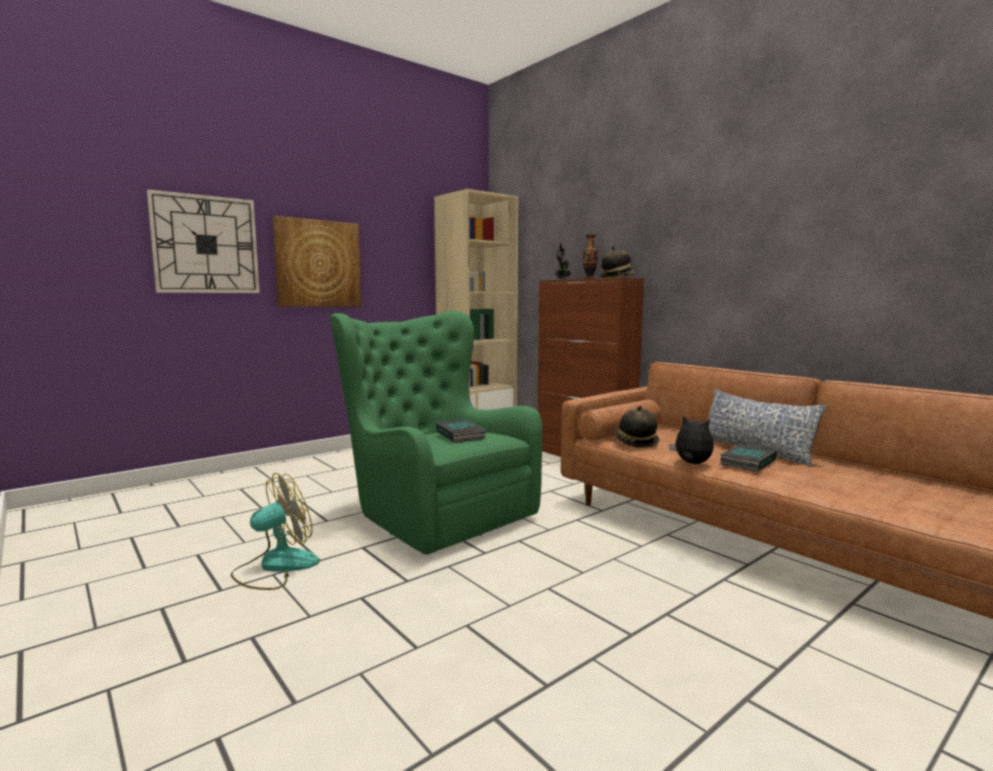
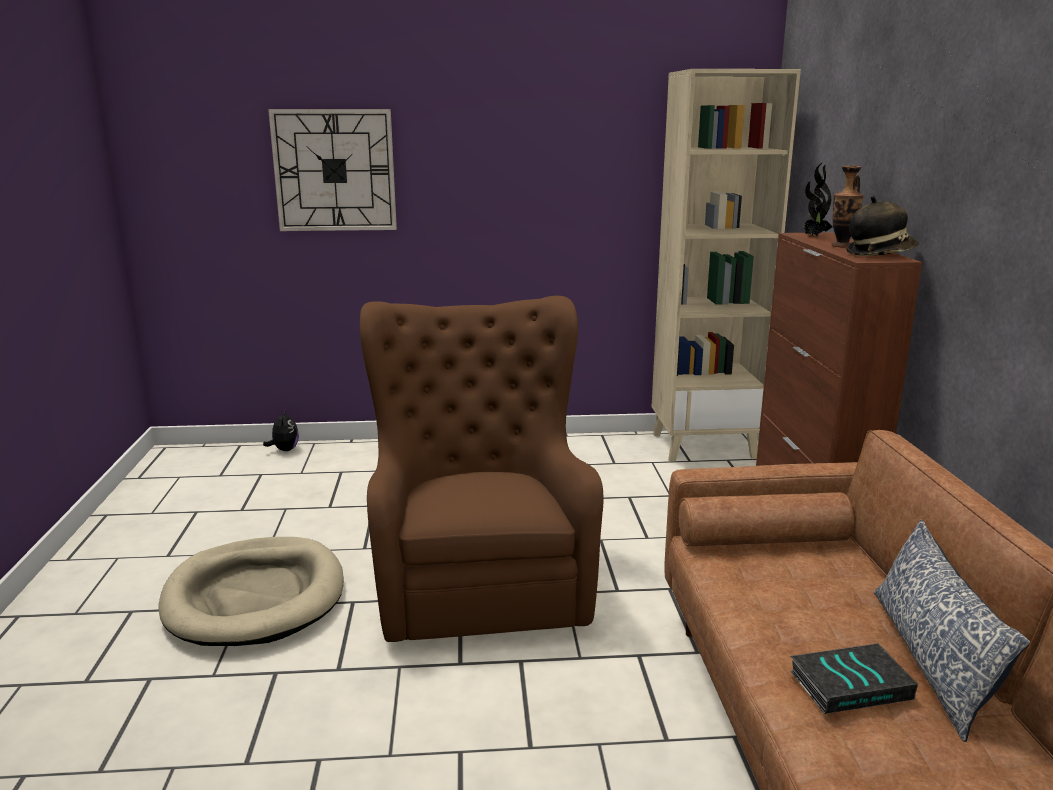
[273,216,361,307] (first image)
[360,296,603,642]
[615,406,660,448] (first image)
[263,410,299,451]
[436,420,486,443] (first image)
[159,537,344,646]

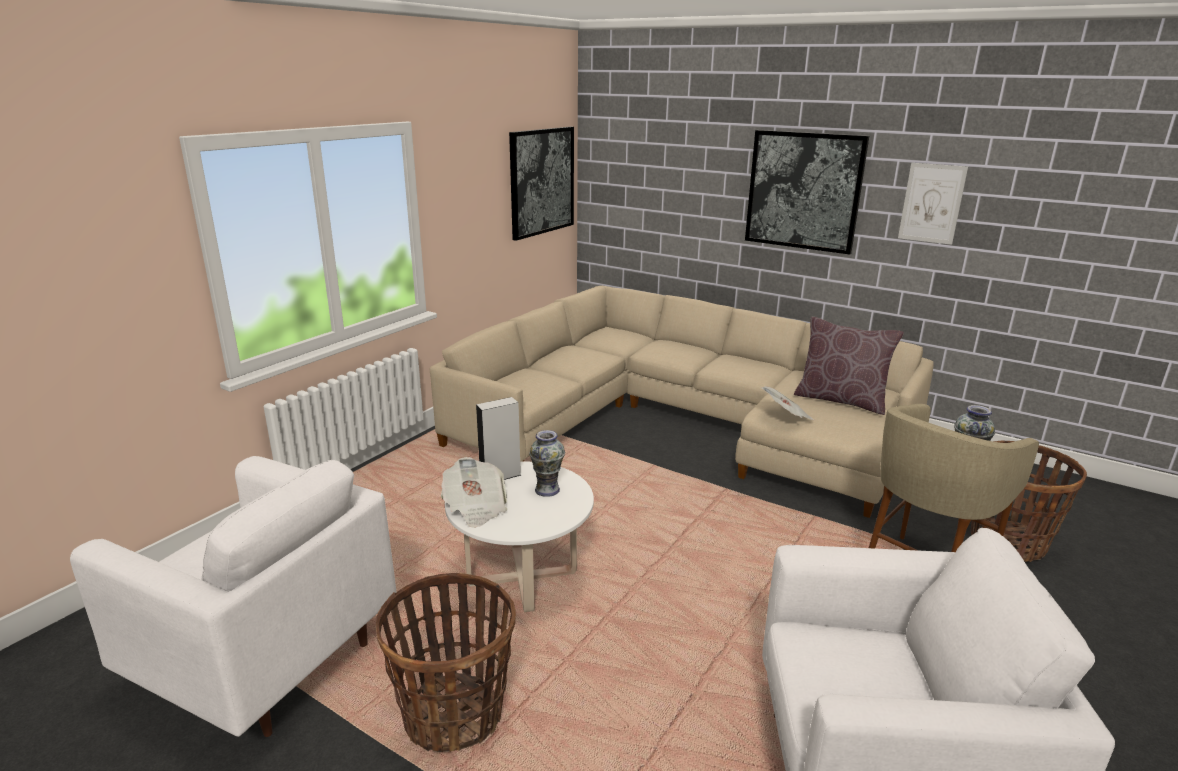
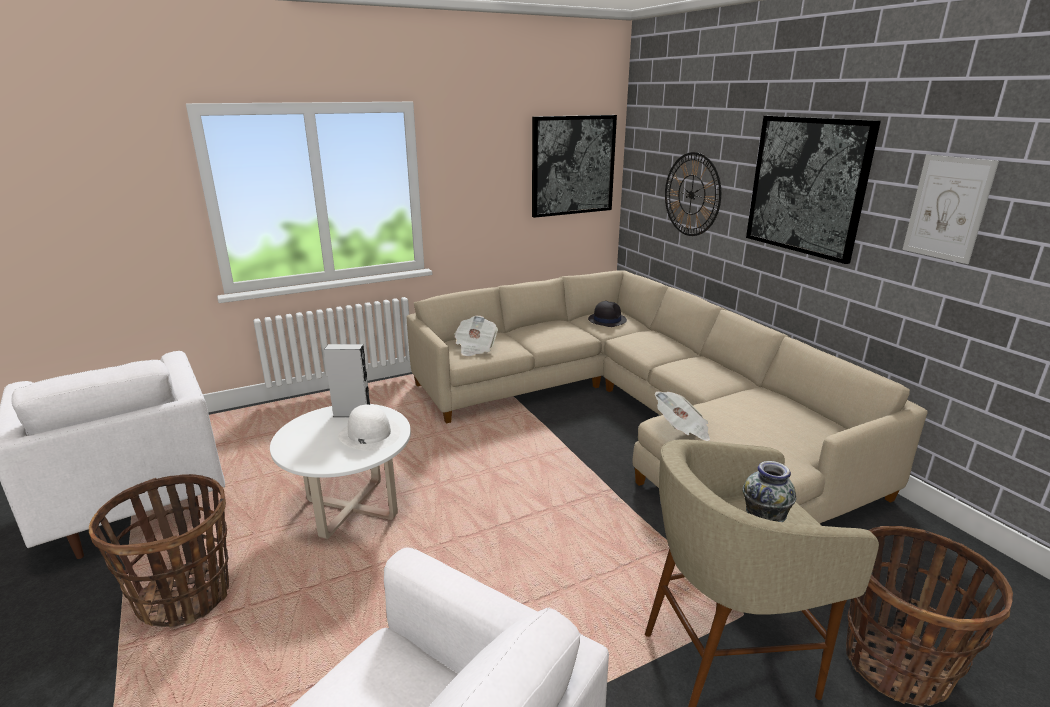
[794,317,904,415] (first image)
[338,405,400,451]
[454,316,498,356]
[665,152,721,236]
[588,301,627,327]

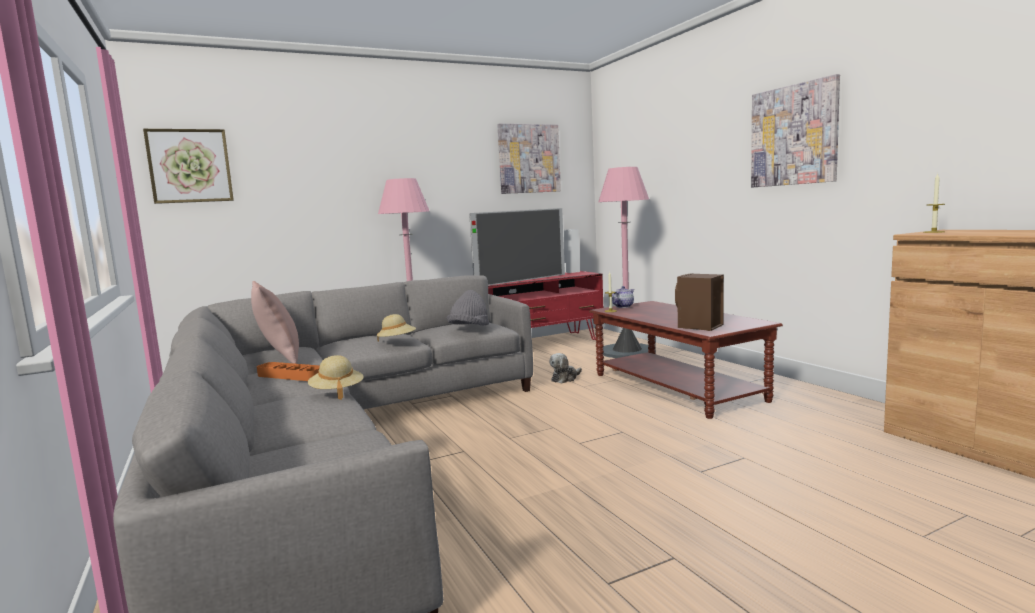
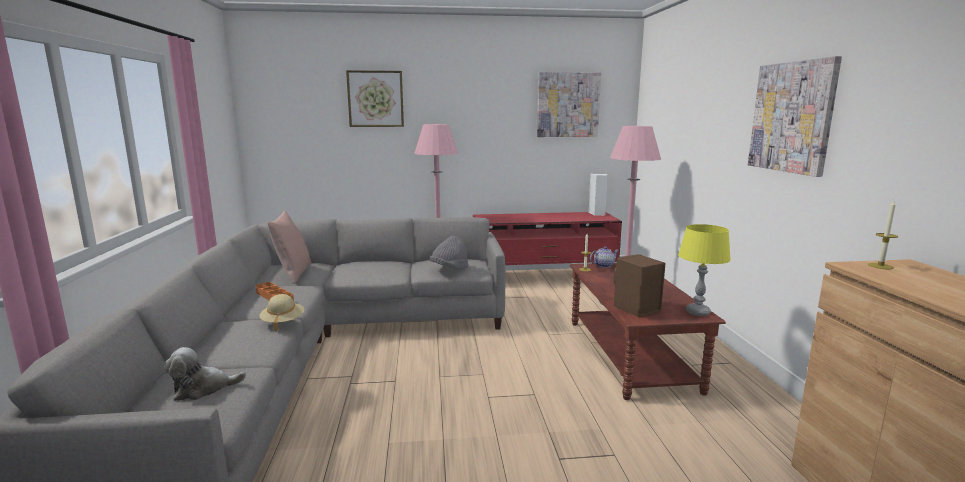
[346,70,404,127]
[469,208,565,286] (first image)
[377,314,416,342] (first image)
[164,347,246,401]
[678,224,731,316]

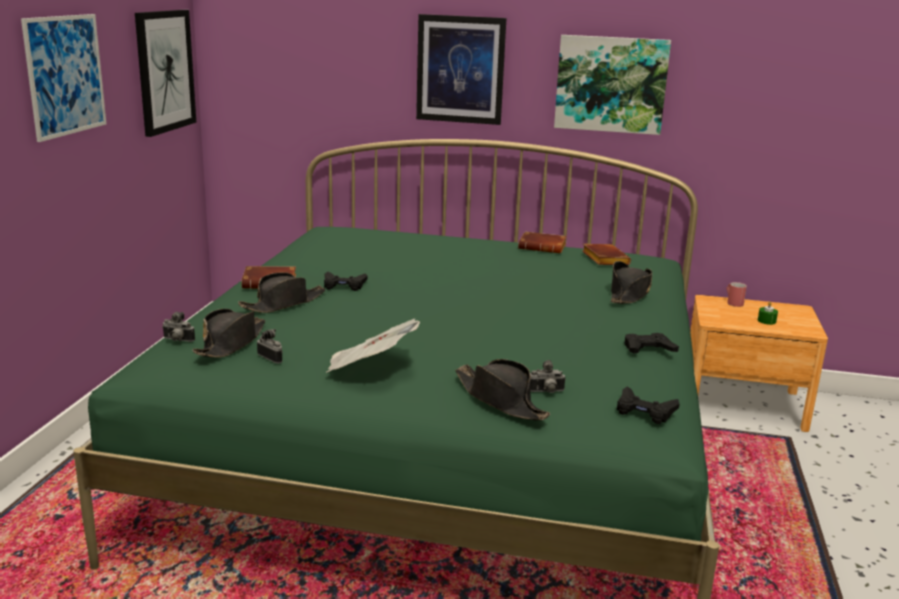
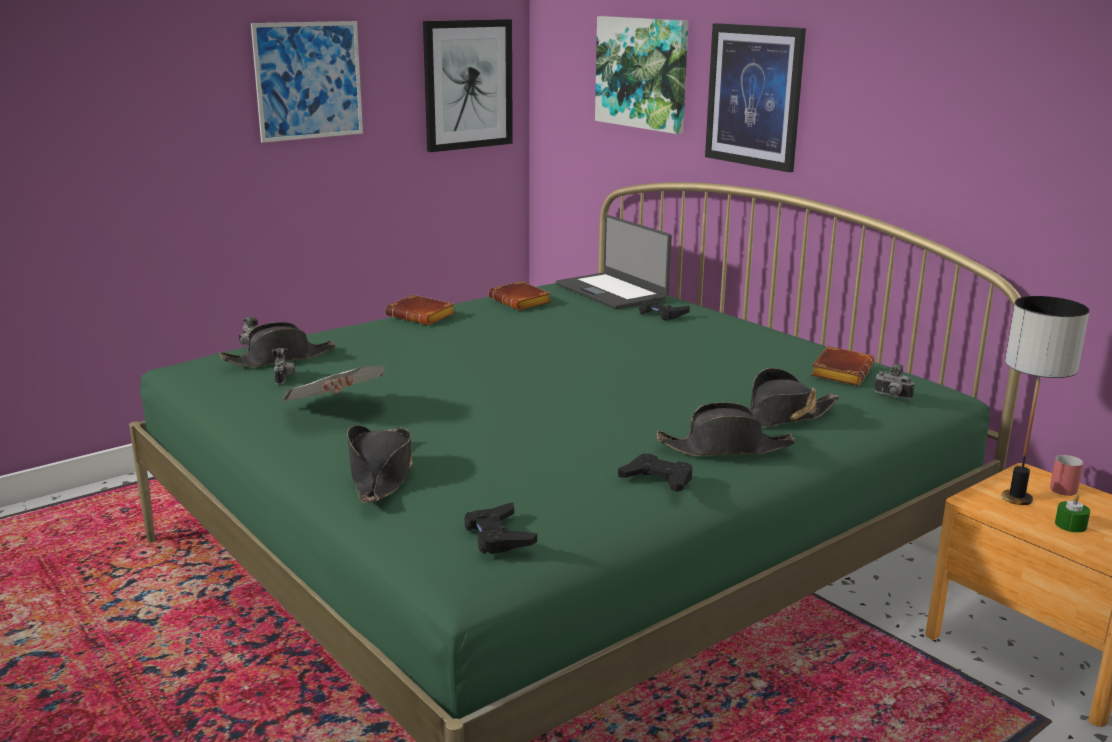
[595,16,689,134]
[489,281,551,310]
[639,297,690,321]
[656,402,796,456]
[875,364,914,399]
[556,215,672,309]
[1001,296,1090,505]

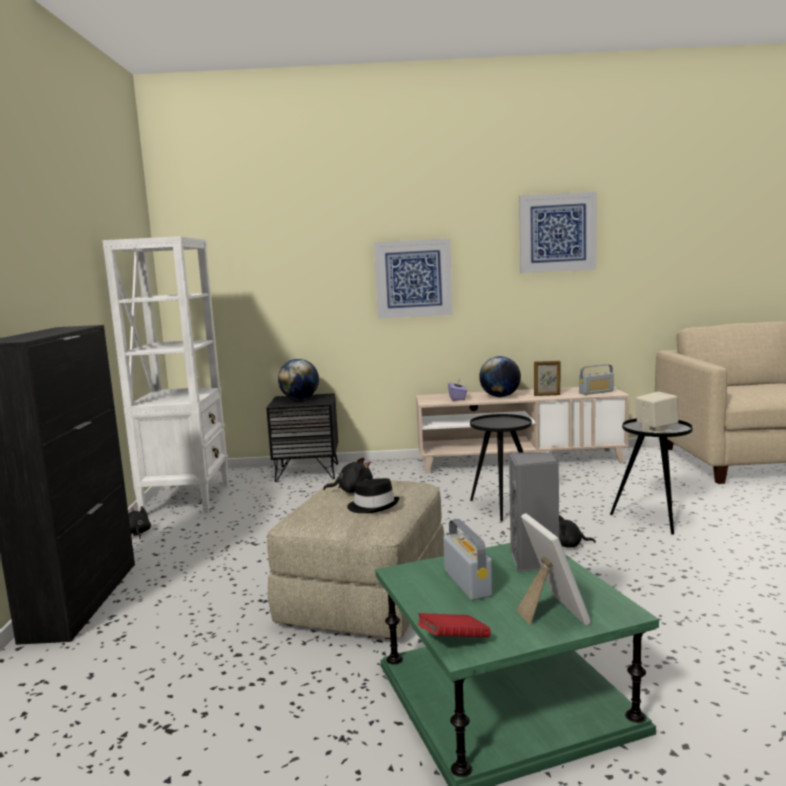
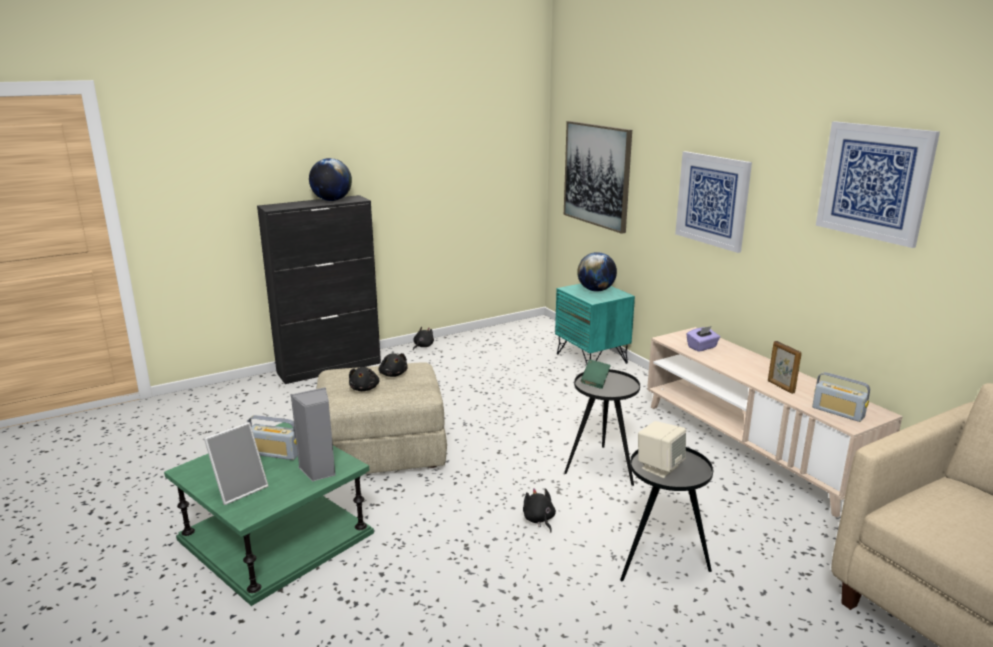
[102,236,229,514] (first image)
[309,158,352,201]
[555,284,635,365]
[349,367,379,391]
[247,415,298,460]
[417,613,491,638] (first image)
[564,121,632,234]
[581,359,611,389]

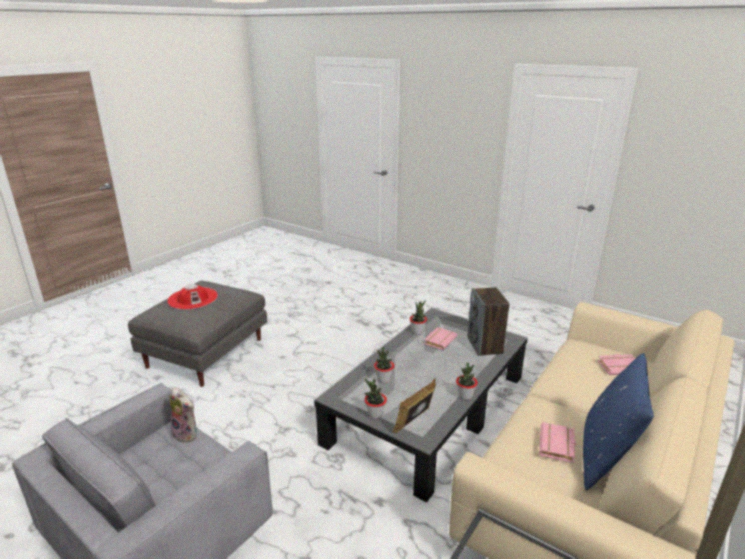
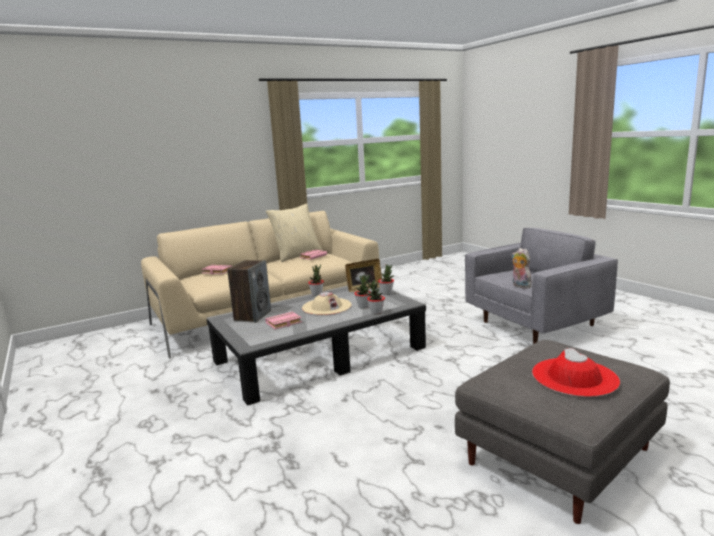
[367,280,385,314]
[266,204,323,262]
[302,292,352,315]

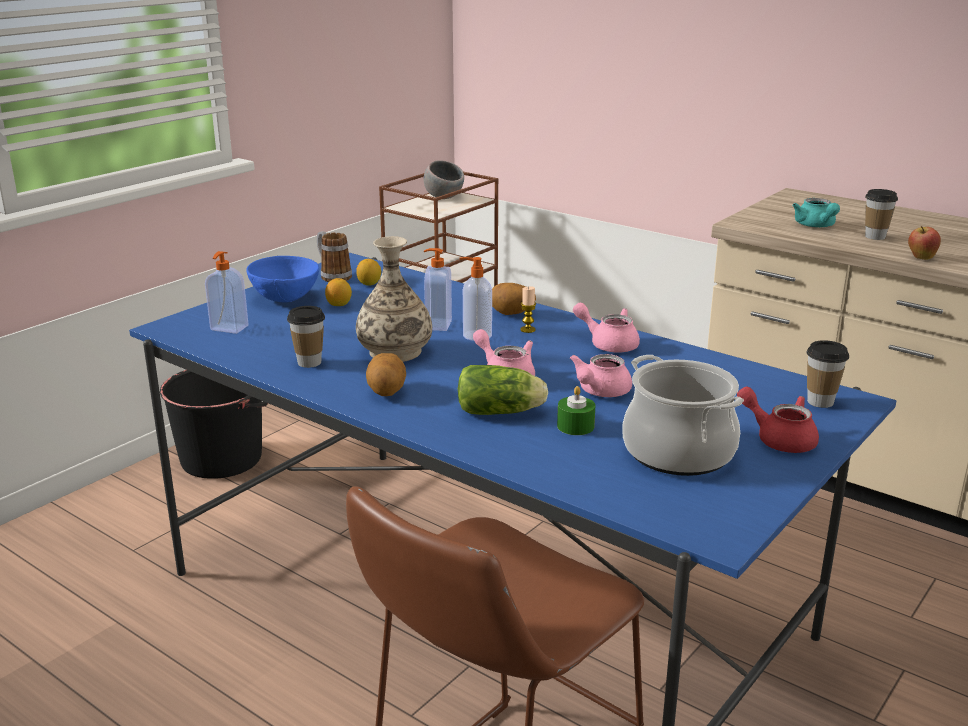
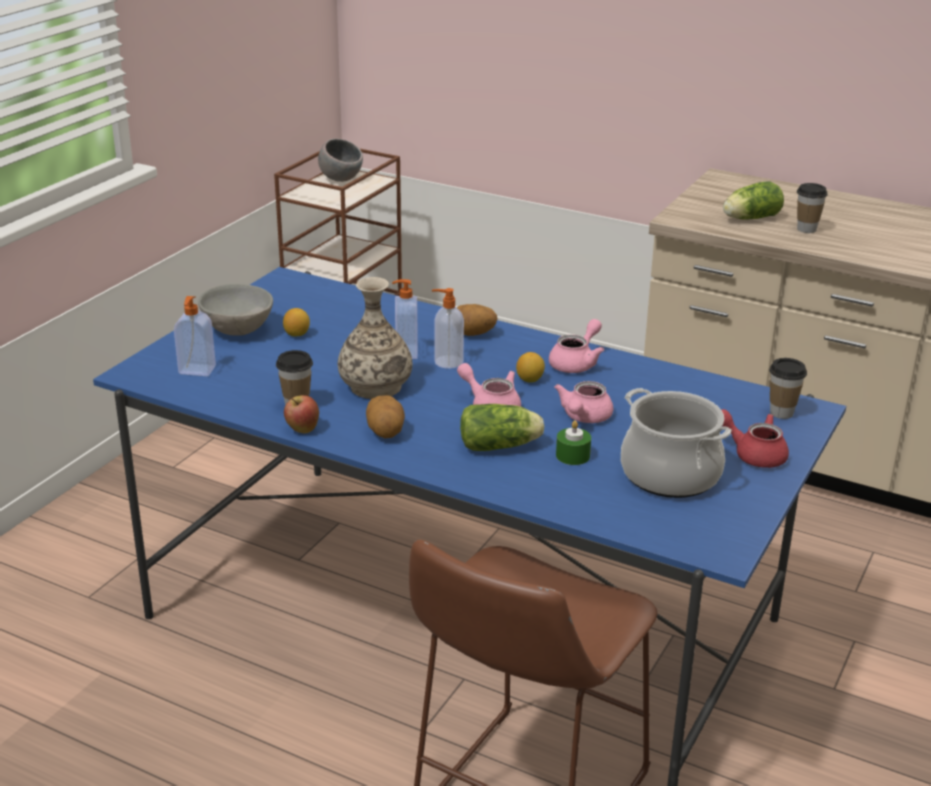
[723,181,784,220]
[284,395,319,433]
[317,231,352,282] (first image)
[198,284,273,336]
[516,352,545,383]
[520,286,536,333] (first image)
[549,319,604,373]
[160,370,268,479] (first image)

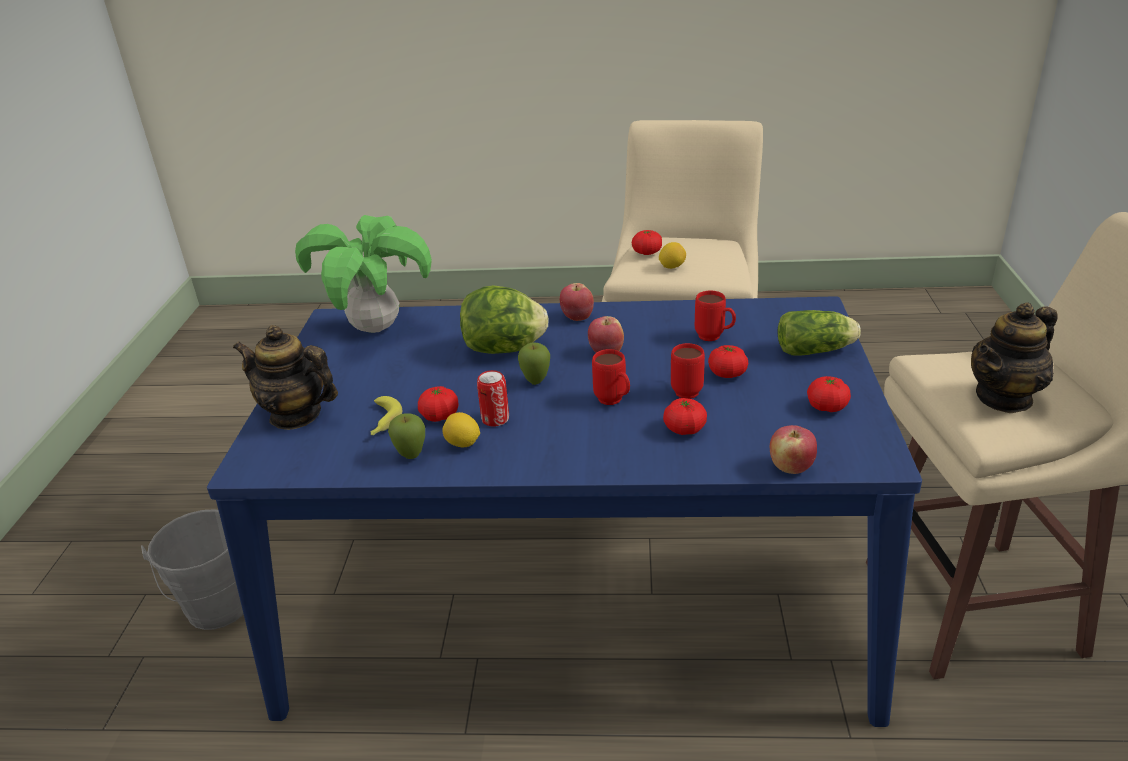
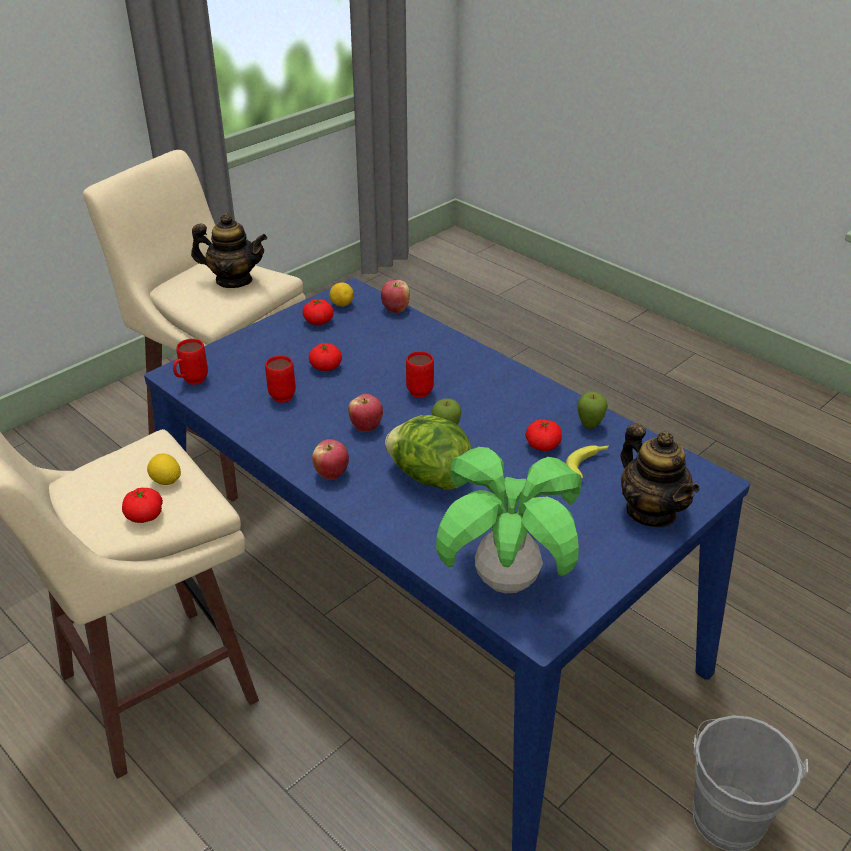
[778,310,861,356] (first image)
[173,339,208,385]
[477,370,509,427] (first image)
[663,398,707,435] (first image)
[330,283,354,307]

